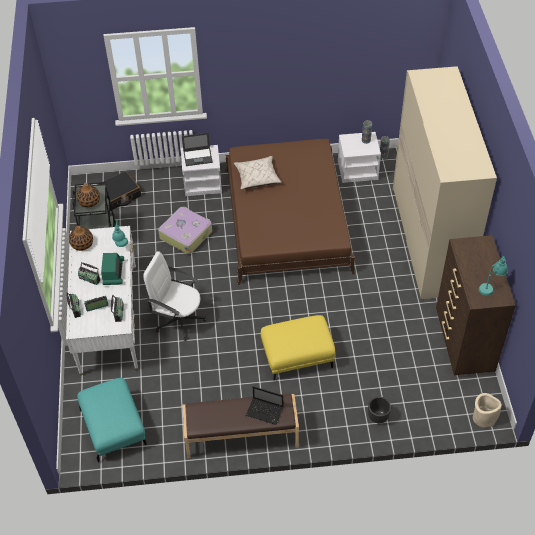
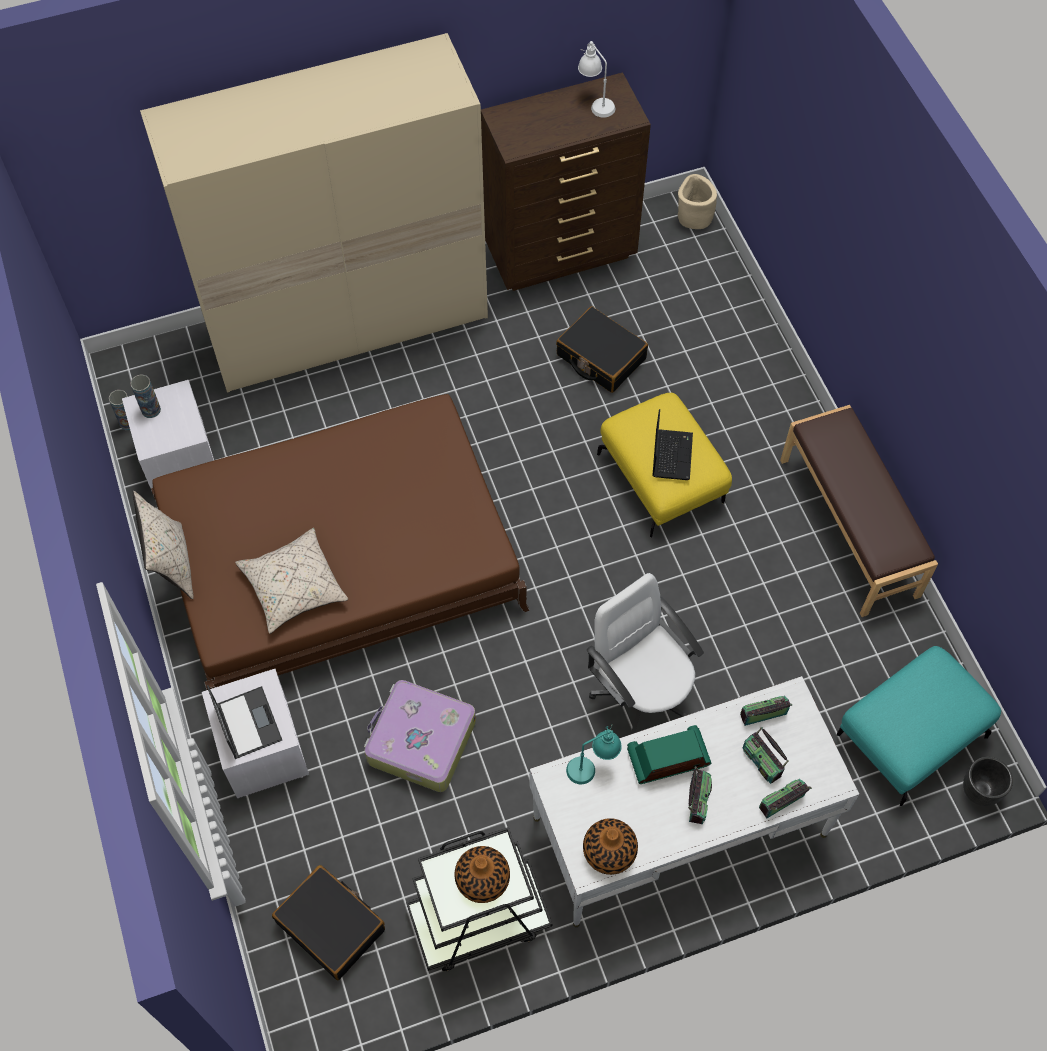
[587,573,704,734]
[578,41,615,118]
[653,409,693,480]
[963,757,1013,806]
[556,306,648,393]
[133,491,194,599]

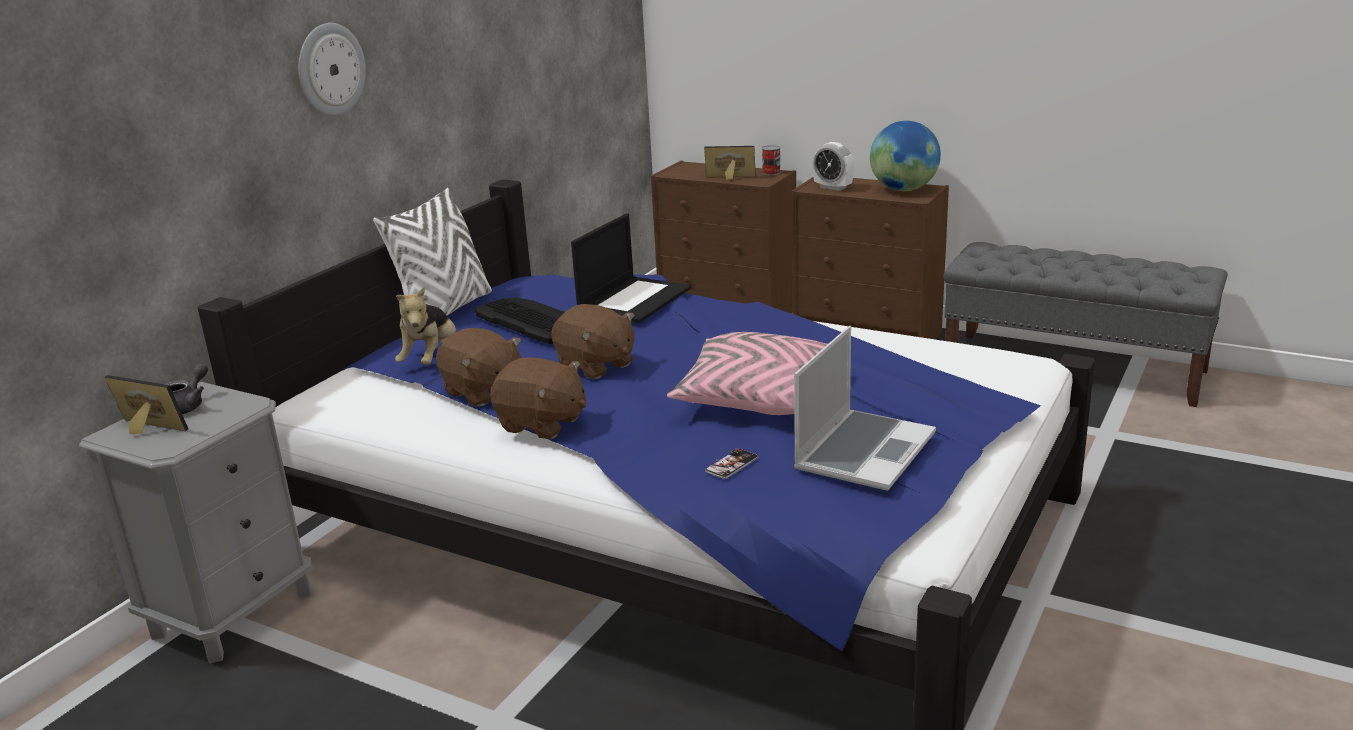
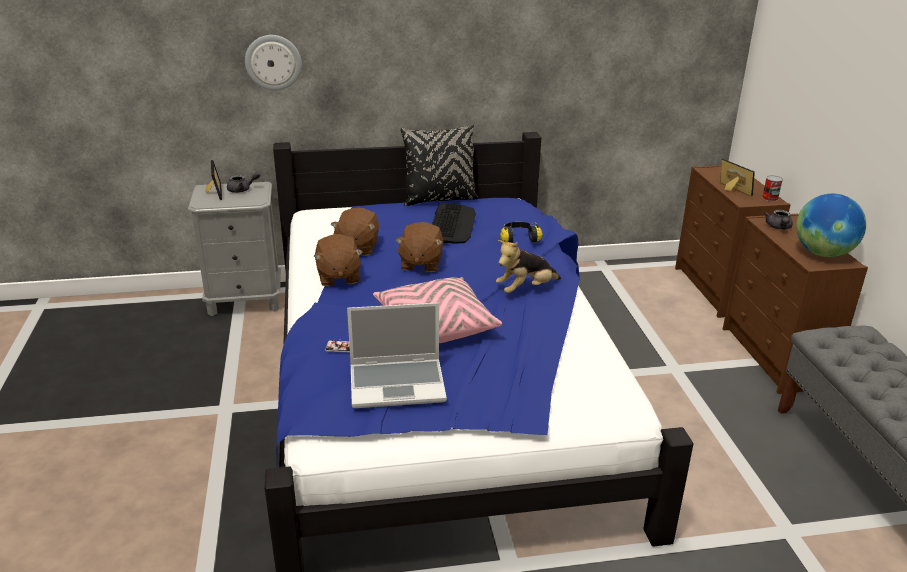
[245,35,302,90]
[764,210,793,230]
[401,125,479,206]
[500,222,543,243]
[496,240,561,293]

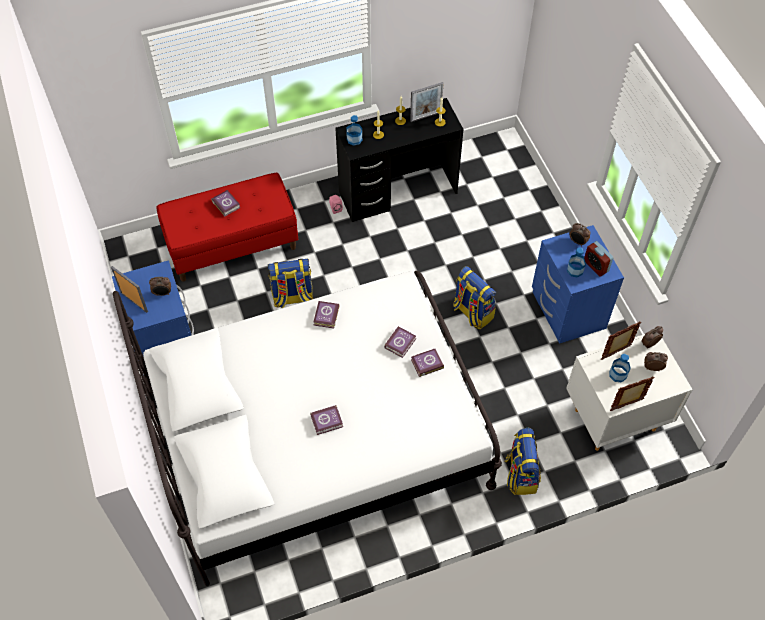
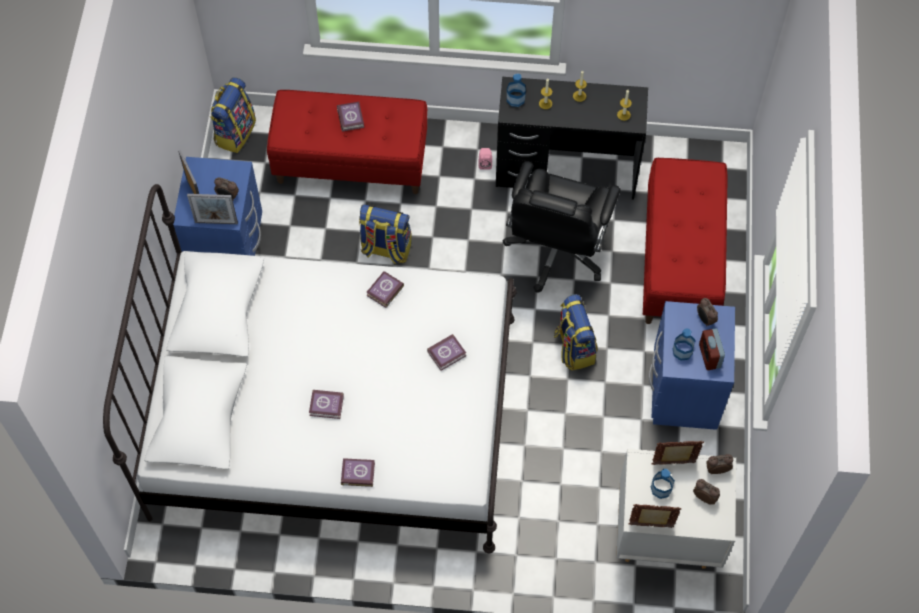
[187,194,238,224]
[341,458,375,487]
[210,77,256,153]
[643,158,728,324]
[503,161,621,293]

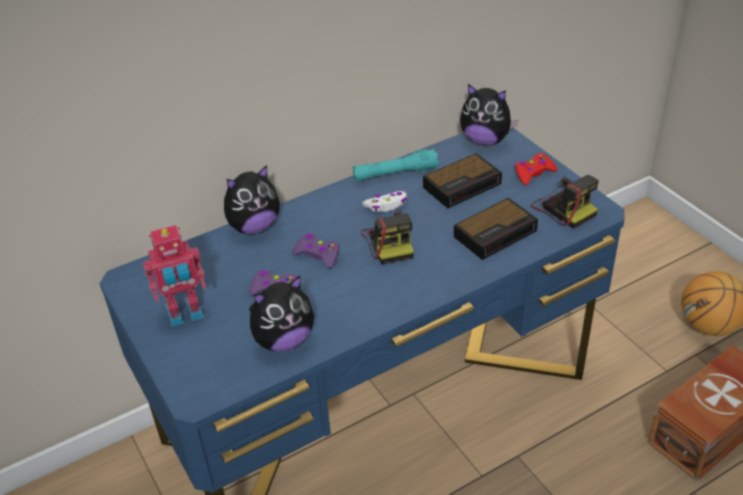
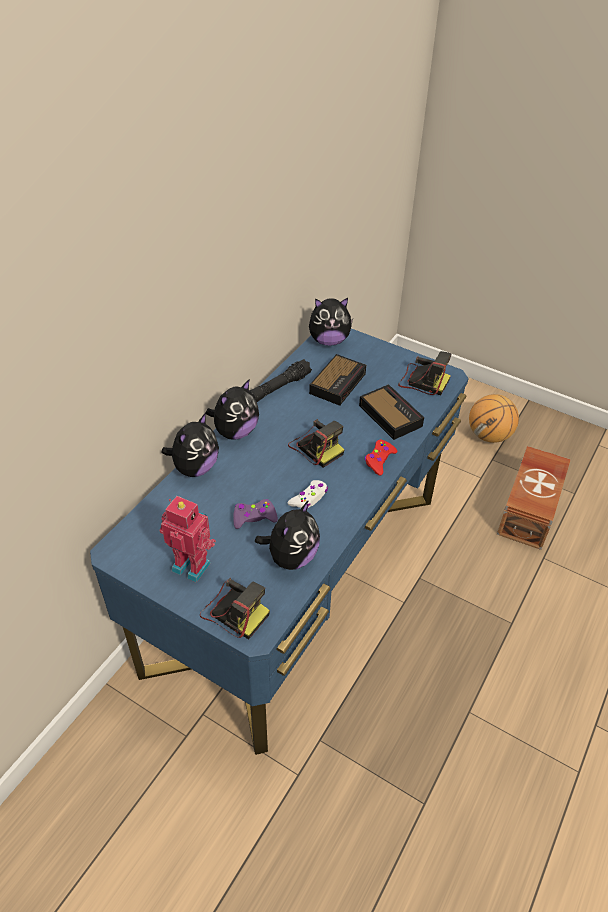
[250,359,312,402]
[365,439,398,476]
[287,480,328,509]
[359,384,424,440]
[159,496,216,583]
[292,233,339,268] (first image)
[206,380,259,440]
[200,578,270,639]

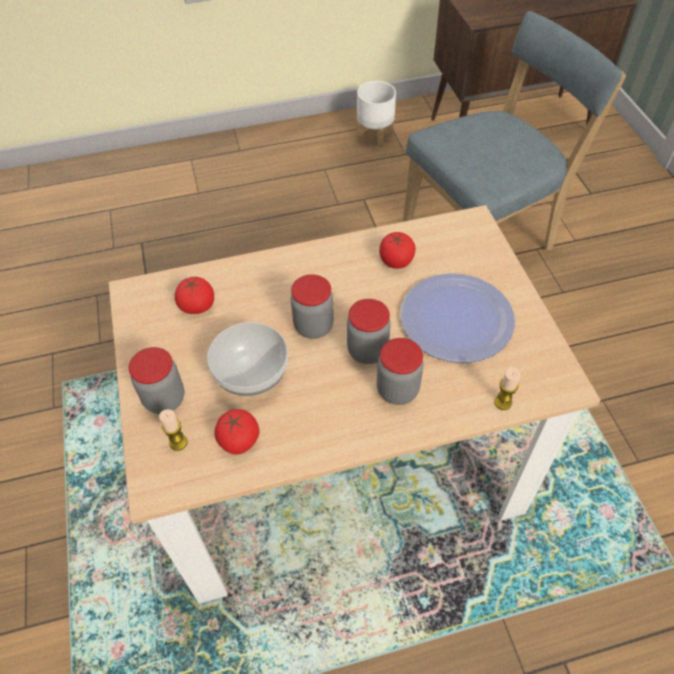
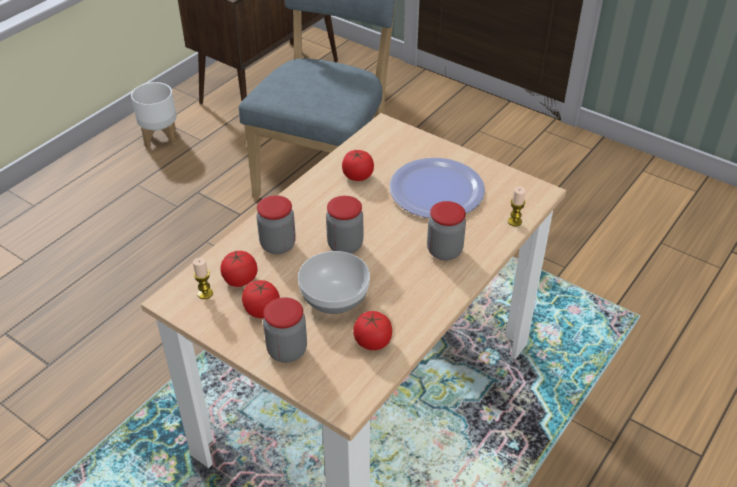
[257,195,296,254]
[193,258,213,299]
[242,280,280,319]

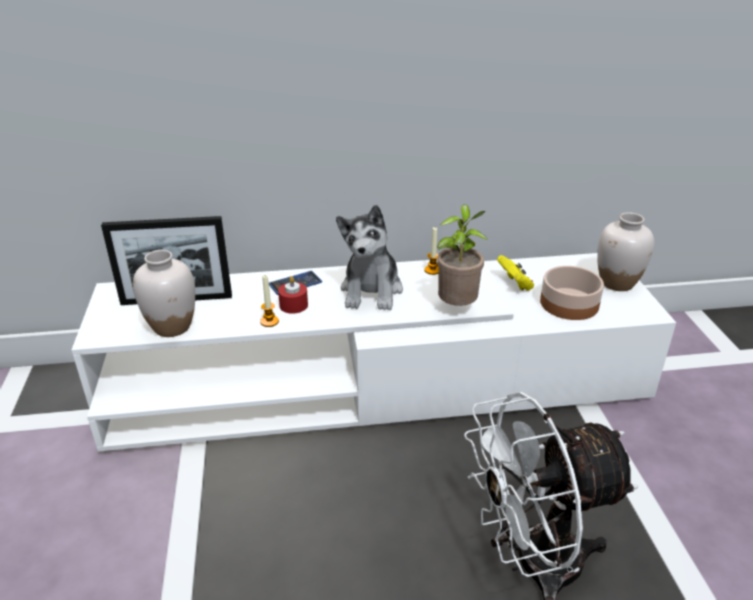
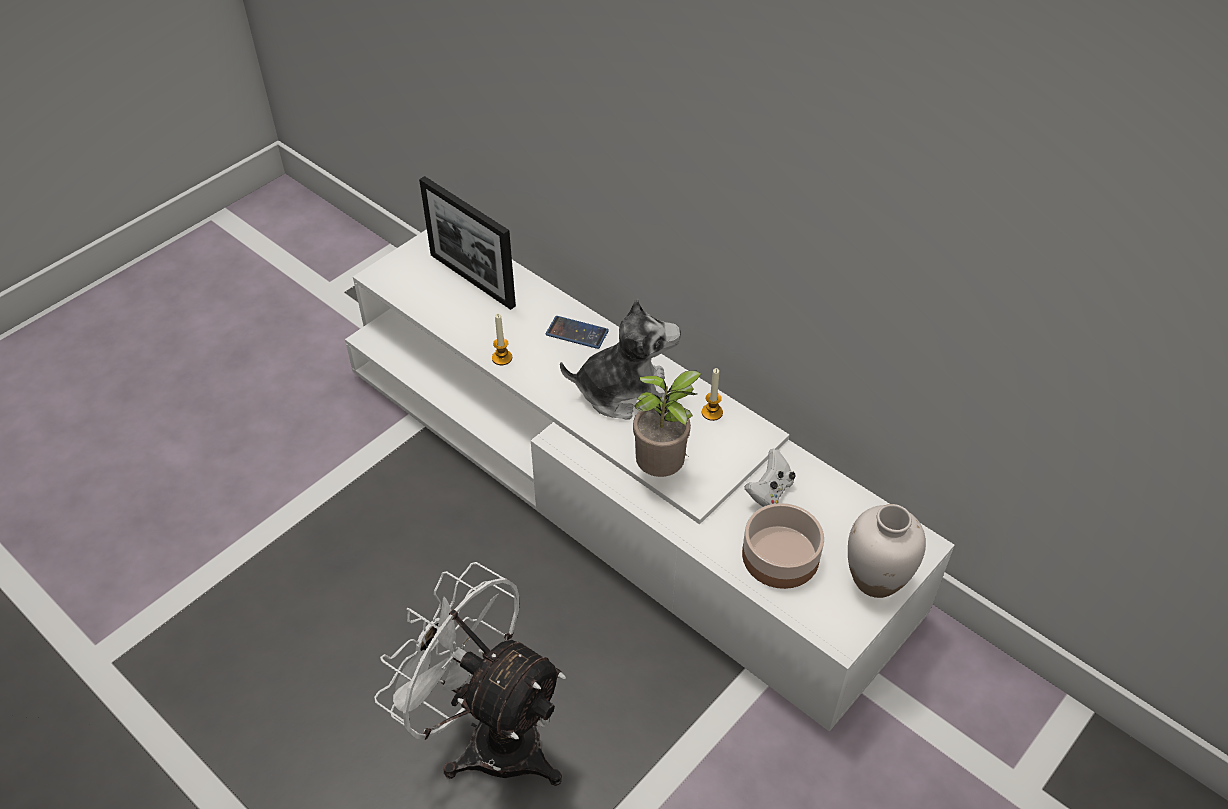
[560,298,681,420]
[133,250,195,337] (first image)
[745,449,796,507]
[278,276,308,314] (first image)

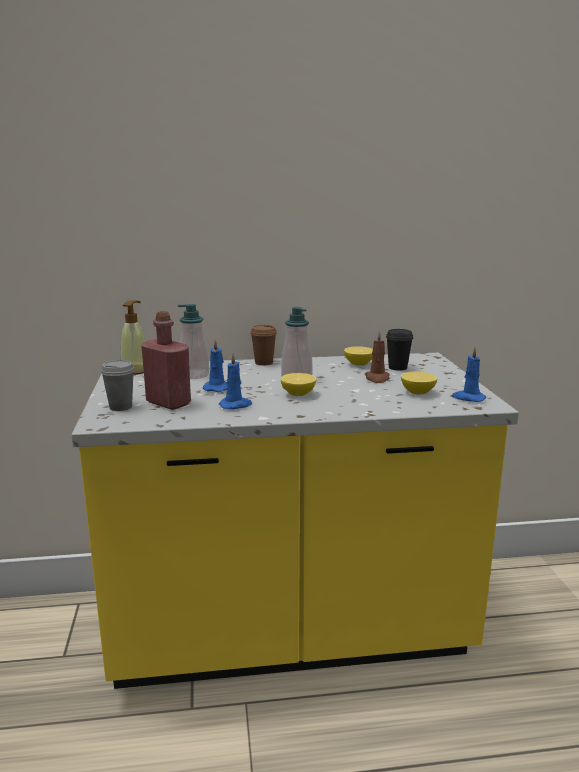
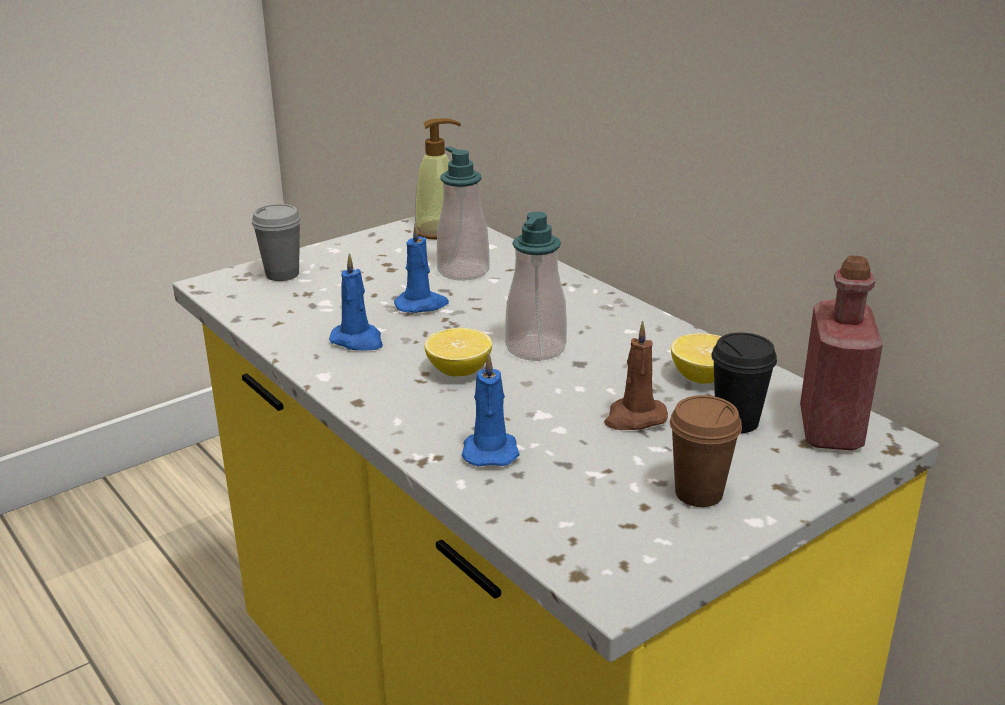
[800,255,883,450]
[670,395,742,507]
[461,353,519,467]
[401,372,437,395] (first image)

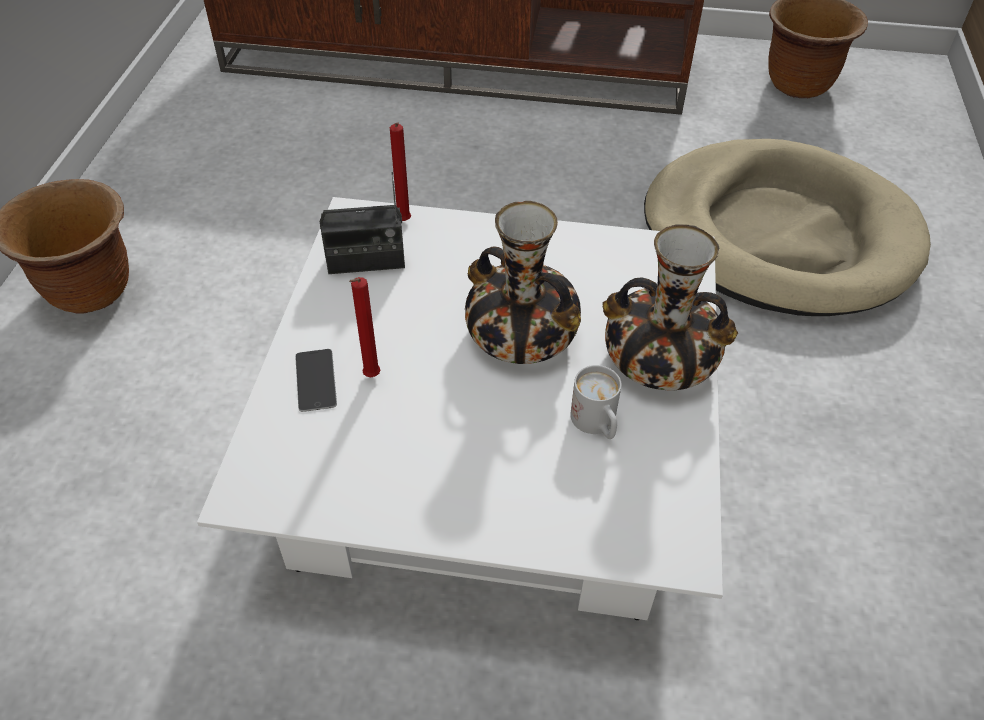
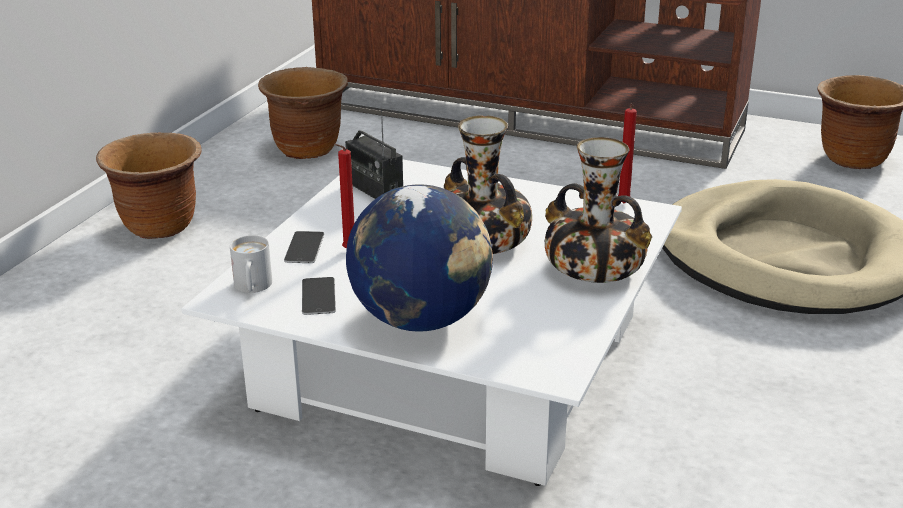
[618,103,637,203]
[345,110,403,199]
[230,235,272,293]
[258,67,348,159]
[346,184,493,332]
[302,277,336,315]

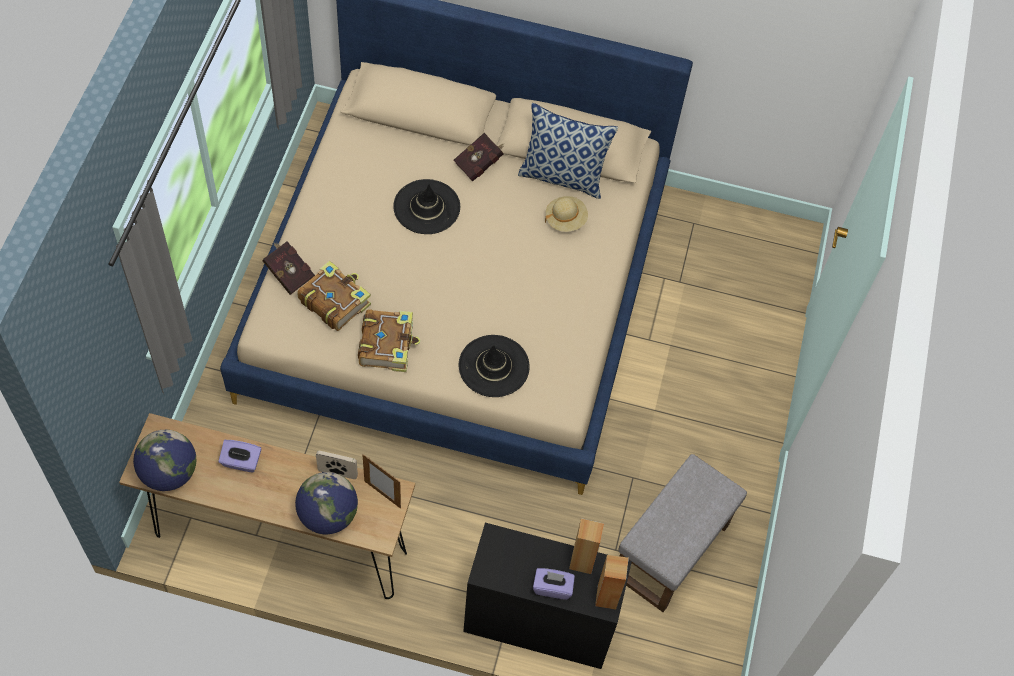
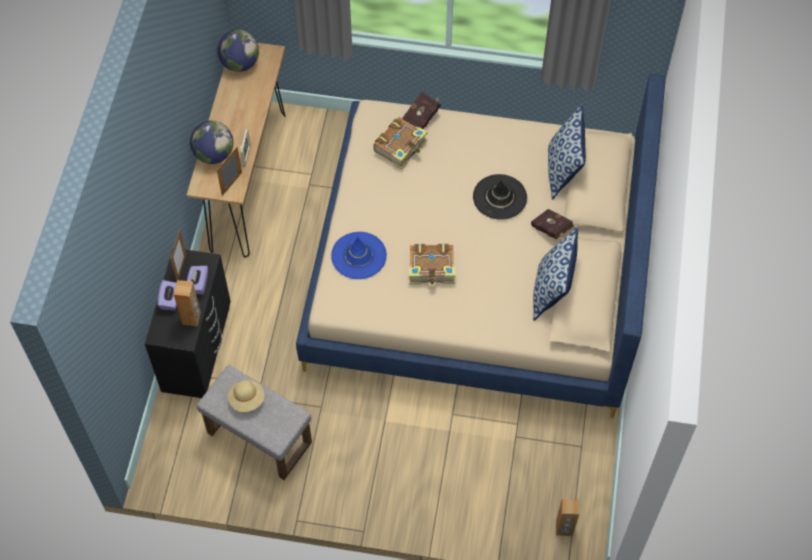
[228,380,264,412]
[409,244,455,286]
[331,232,387,279]
[187,266,208,295]
[556,498,579,536]
[548,104,586,200]
[170,230,186,282]

